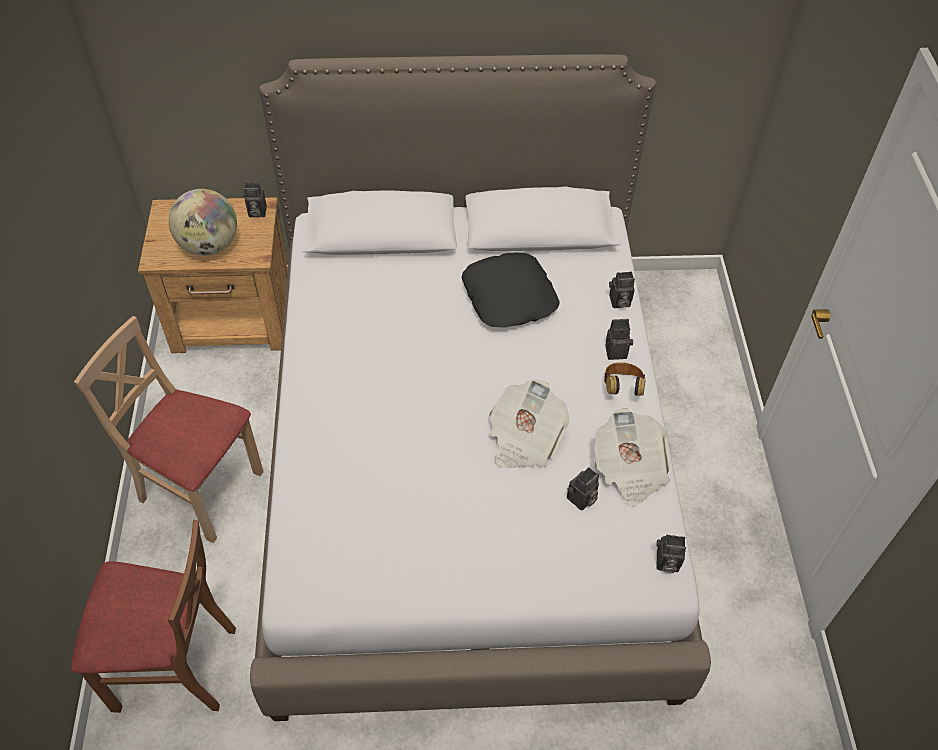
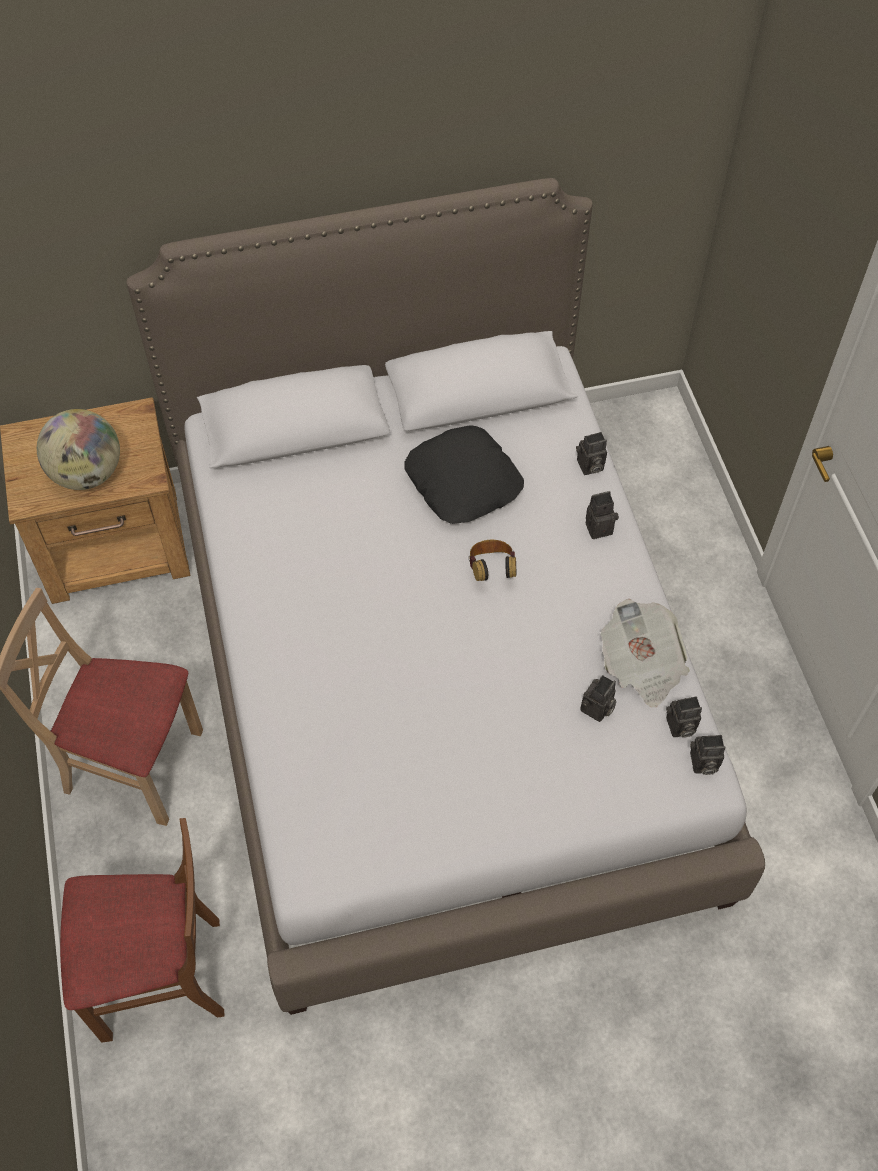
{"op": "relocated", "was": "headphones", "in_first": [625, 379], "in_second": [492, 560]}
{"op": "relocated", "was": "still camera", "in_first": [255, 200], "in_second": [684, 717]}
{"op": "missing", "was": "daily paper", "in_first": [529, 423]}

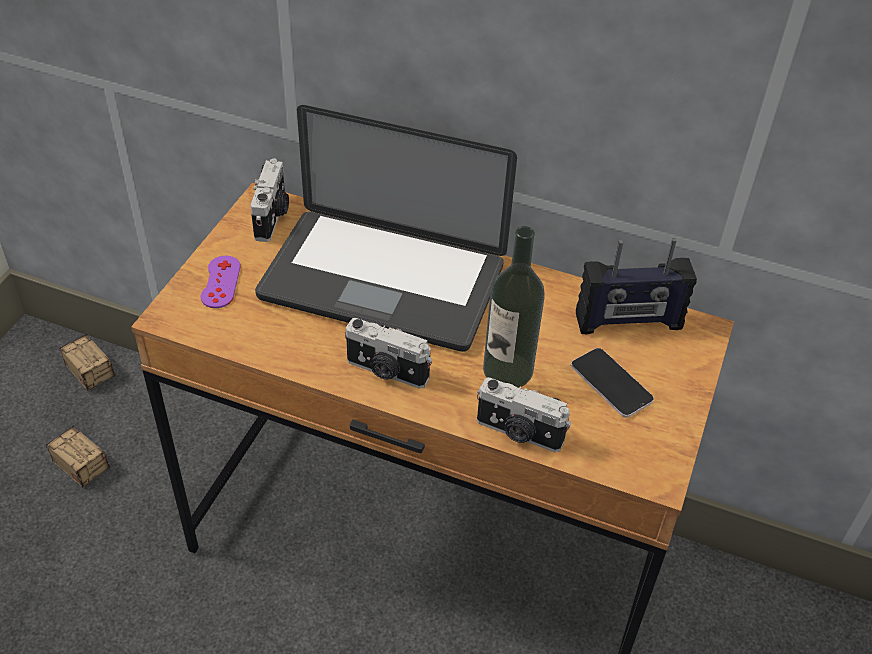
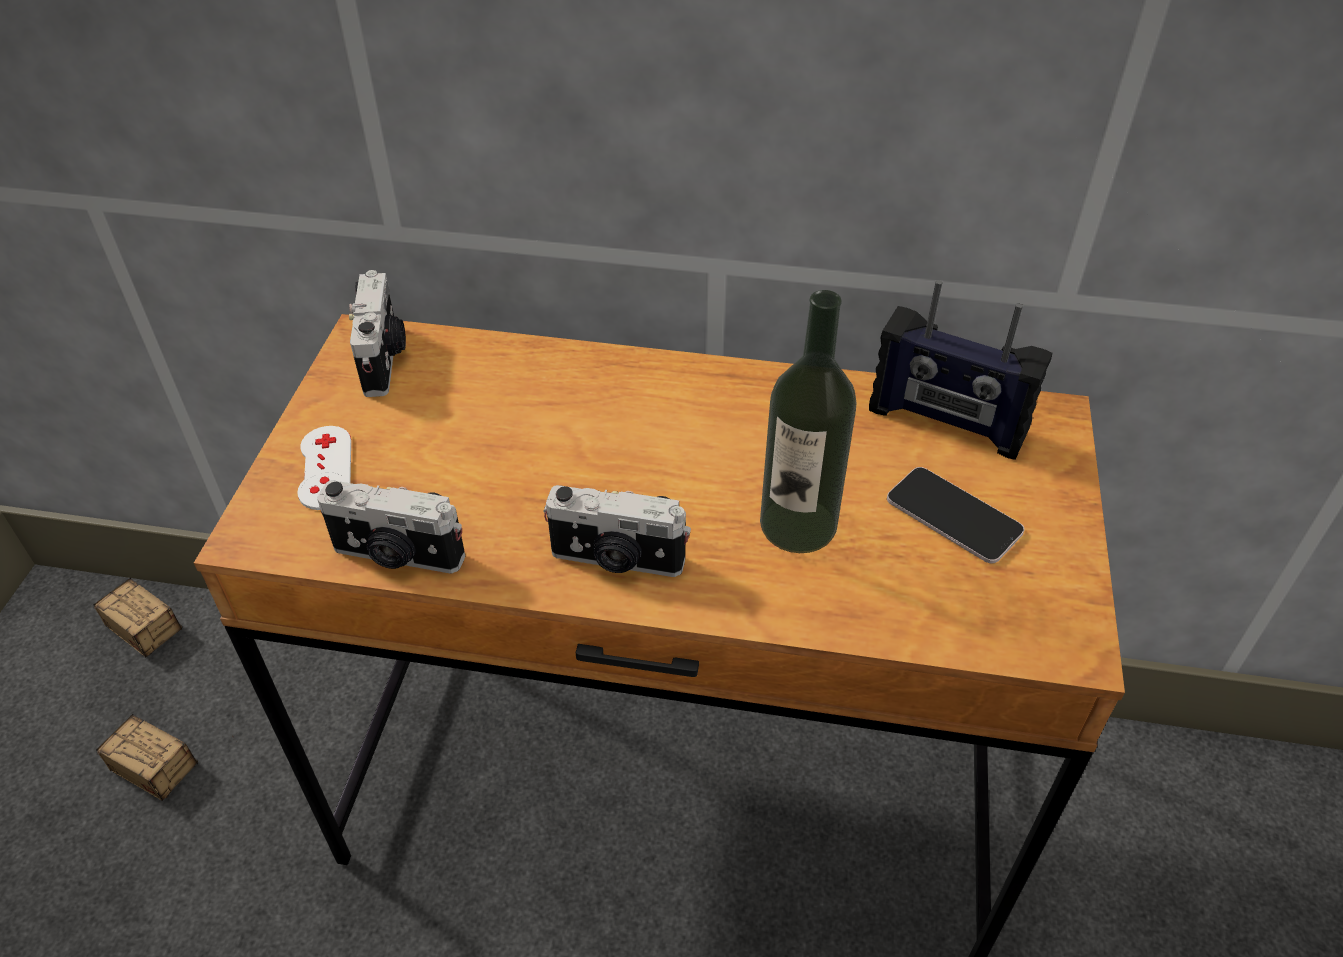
{"op": "colour", "was": "game controller (purplish)", "now": "game controller (white)", "in_first": [221, 282], "in_second": [324, 468]}
{"op": "relocated", "was": "still camera", "in_first": [524, 414], "in_second": [391, 527]}
{"op": "spun", "was": "radio", "in_first": [636, 286], "in_second": [960, 370], "clockwise": 45}
{"op": "missing", "was": "notebook computer", "in_first": [386, 228]}

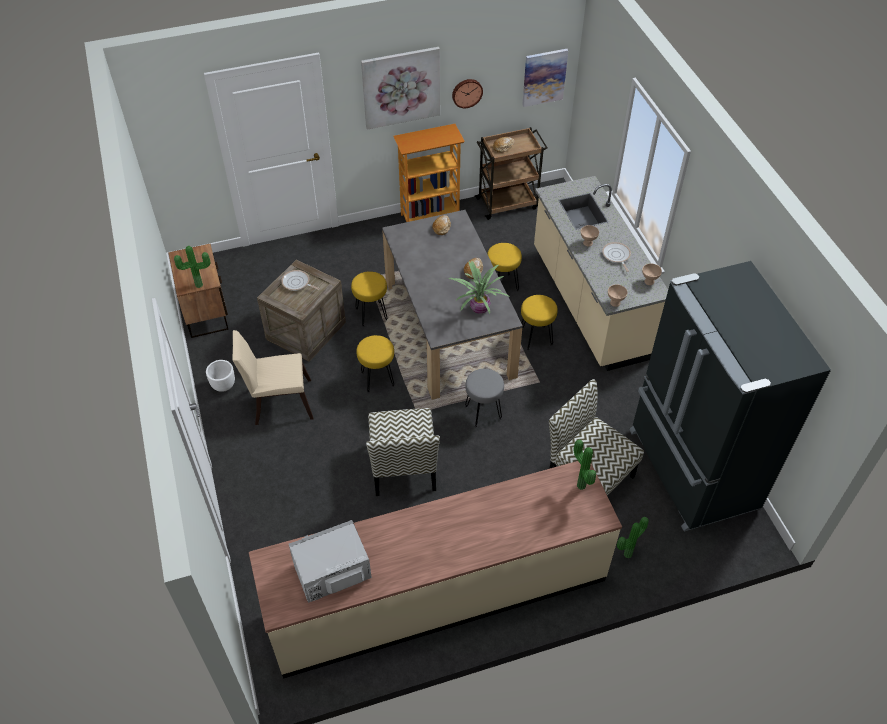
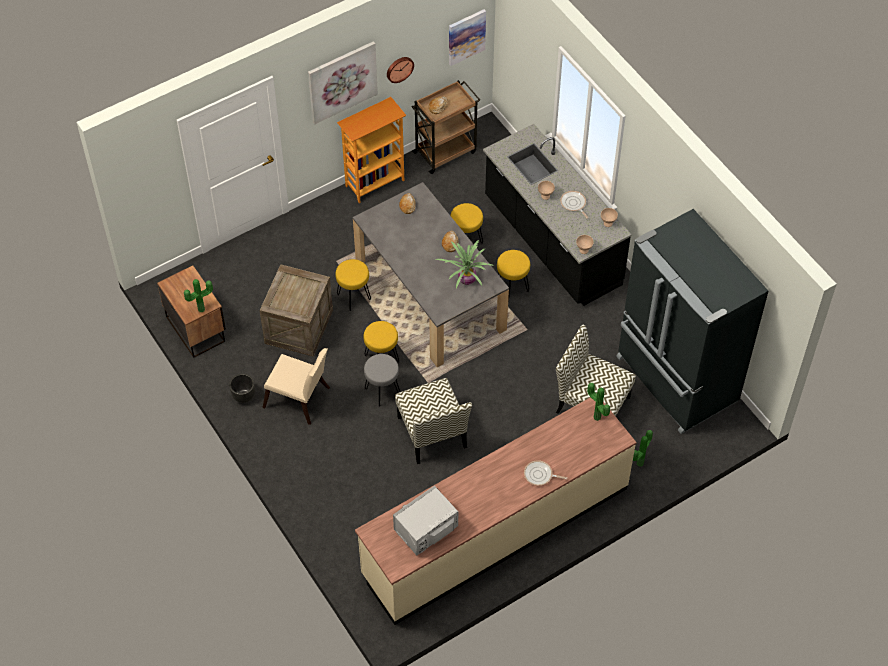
{"op": "colour", "was": "planter (white)", "now": "planter (black)", "in_first": [220, 376], "in_second": [242, 388]}
{"op": "spun", "was": "plain chair (beige)", "in_first": [272, 377], "in_second": [296, 386], "clockwise": -135}
{"op": "relocated", "was": "sitting stool (greyish)", "in_first": [484, 398], "in_second": [382, 380]}
{"op": "colour", "was": "kitchen counter (beige)", "now": "kitchen counter (black)", "in_first": [601, 273], "in_second": [557, 215]}
{"op": "relocated", "was": "frying pan", "in_first": [300, 280], "in_second": [545, 473]}

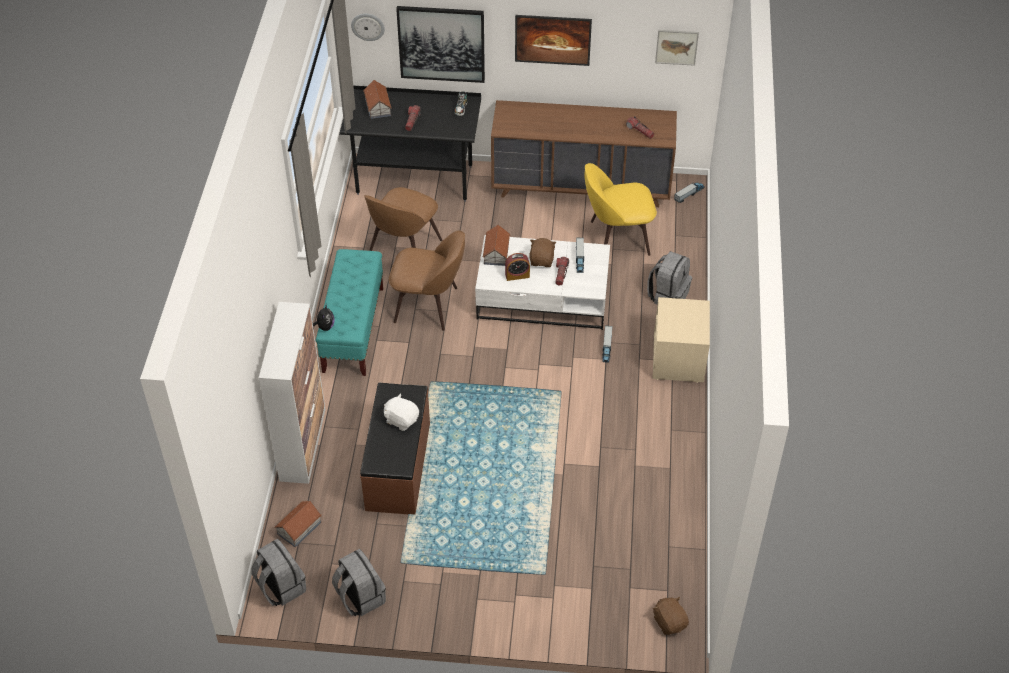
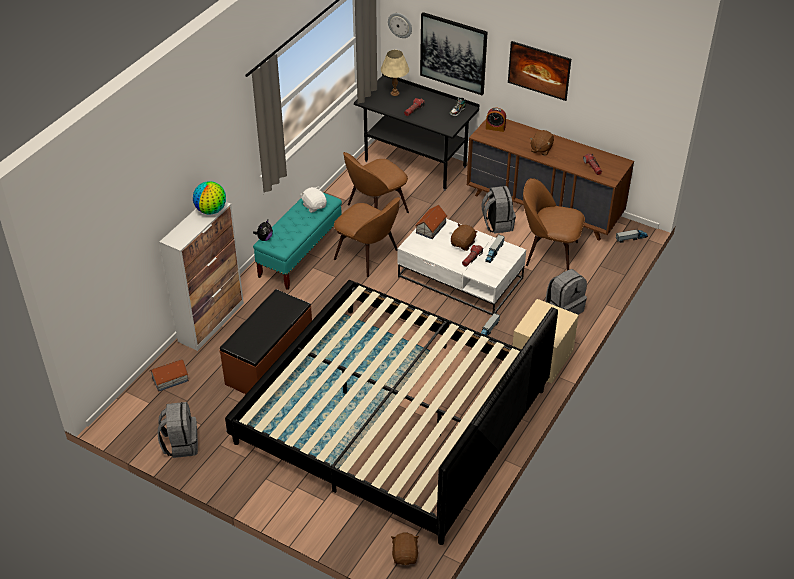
{"op": "appeared", "now": "world globe", "in_second": [209, 198]}
{"op": "appeared", "now": "sleeping bed", "in_second": [391, 412]}
{"op": "relocated", "was": "cuddly toy (white)", "in_first": [401, 412], "in_second": [313, 199]}
{"op": "exchanged", "was": "miniature house", "now": "lamp for a table (beige)", "in_first": [377, 99], "in_second": [395, 73]}
{"op": "relocated", "was": "knapsack (greyish)", "in_first": [279, 572], "in_second": [498, 210]}
{"op": "relocated", "was": "bedside clock", "in_first": [517, 267], "in_second": [496, 120]}
{"op": "colour", "was": "plain chair (yellow-coloured)", "now": "plain chair (brown)", "in_first": [620, 209], "in_second": [554, 224]}
{"op": "appeared", "now": "cuddly toy (brown)", "in_second": [542, 143]}
{"op": "missing", "was": "picture", "in_first": [677, 48]}

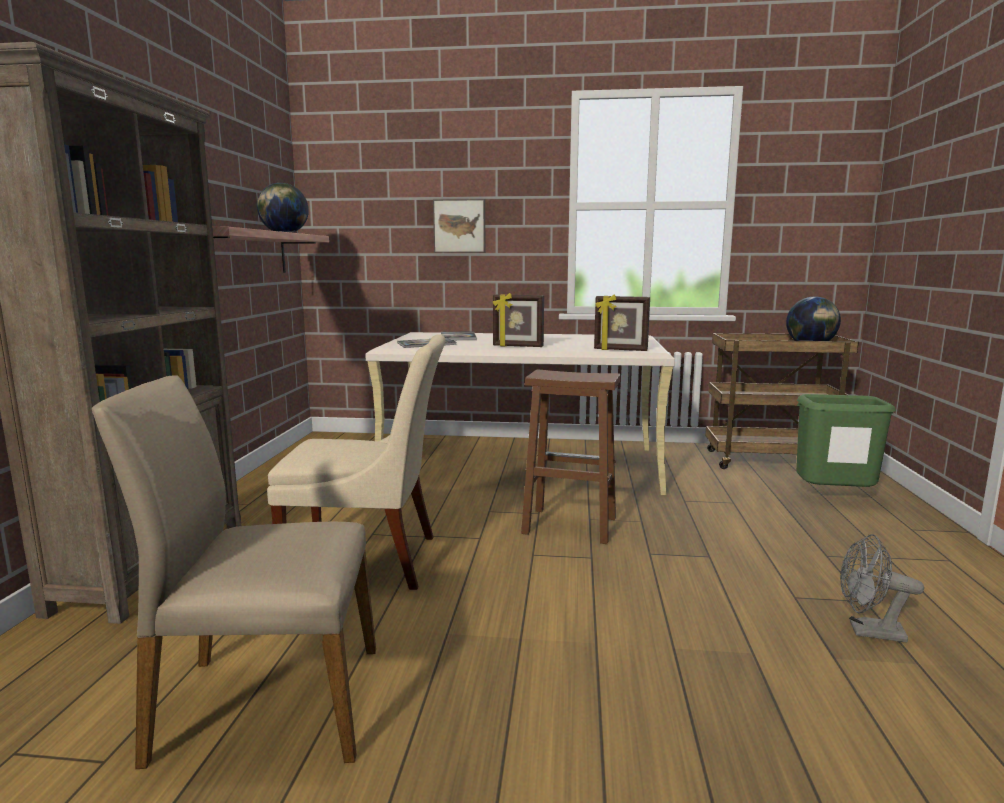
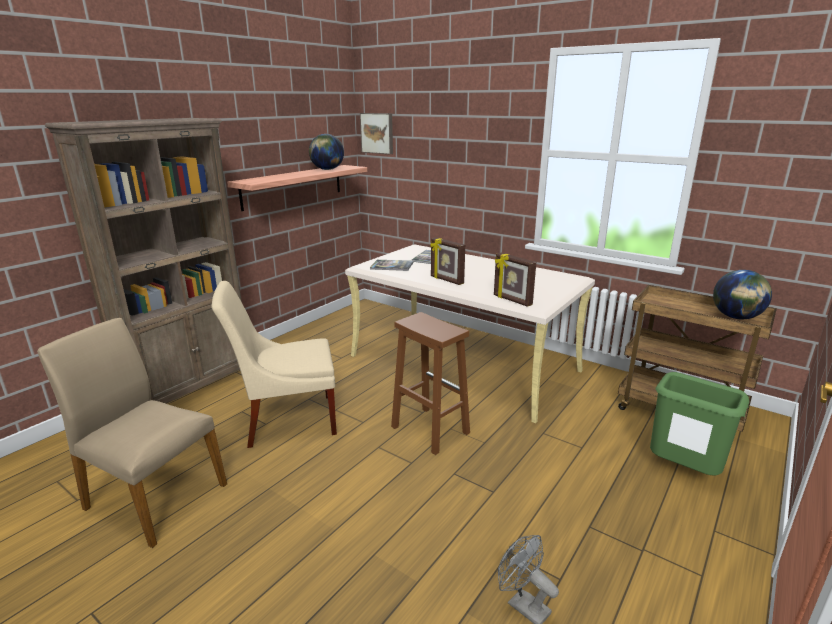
{"op": "spun", "was": "plain chair (beige)", "in_first": [356, 462], "in_second": [274, 364], "clockwise": 135}
{"op": "relocated", "was": "picture", "in_first": [459, 226], "in_second": [376, 133]}

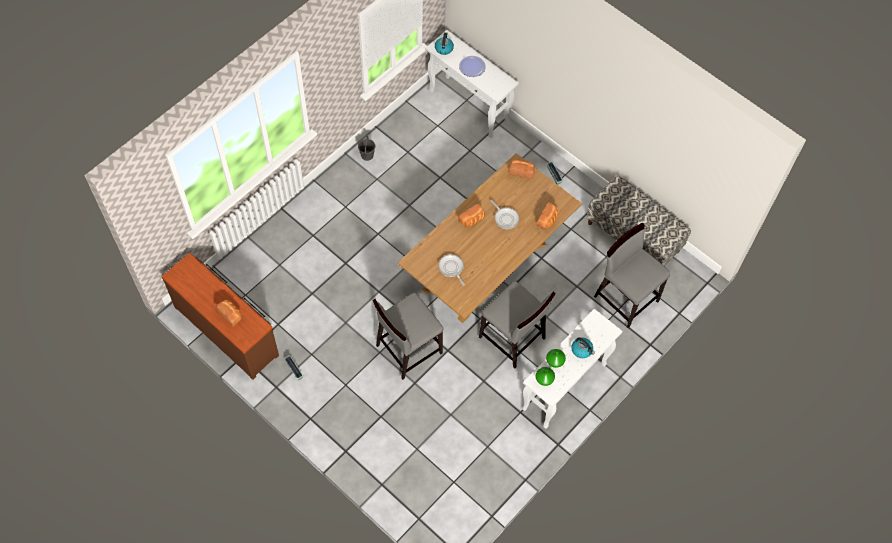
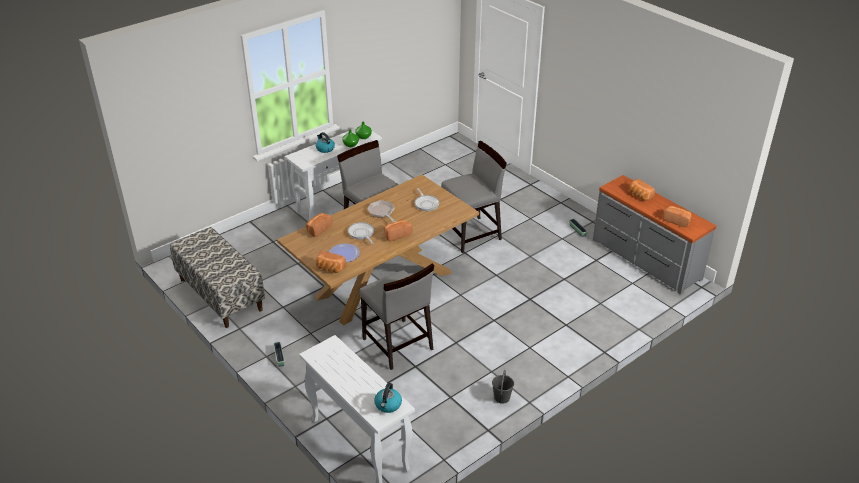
{"op": "relocated", "was": "dinner plate", "in_first": [472, 66], "in_second": [344, 253]}
{"op": "relocated", "was": "plain chair (greyish)", "in_first": [632, 275], "in_second": [397, 316]}
{"op": "appeared", "now": "frying pan", "in_second": [382, 211]}
{"op": "colour", "was": "dresser (brown)", "now": "dresser (greyish)", "in_first": [220, 316], "in_second": [654, 234]}
{"op": "appeared", "now": "bread", "in_second": [677, 216]}

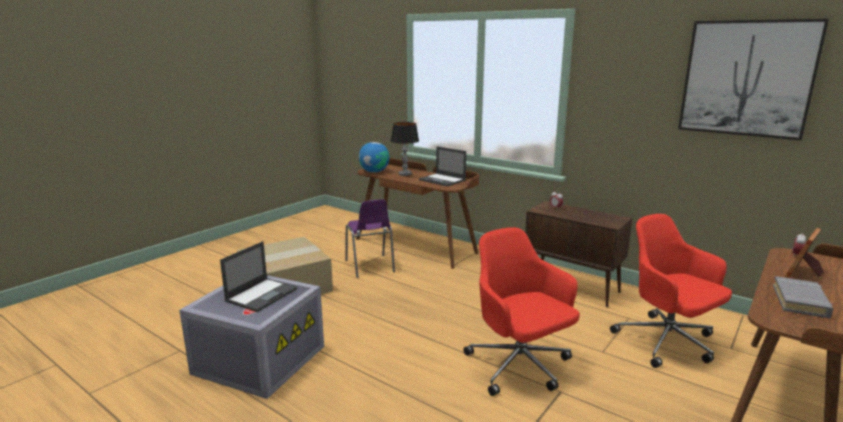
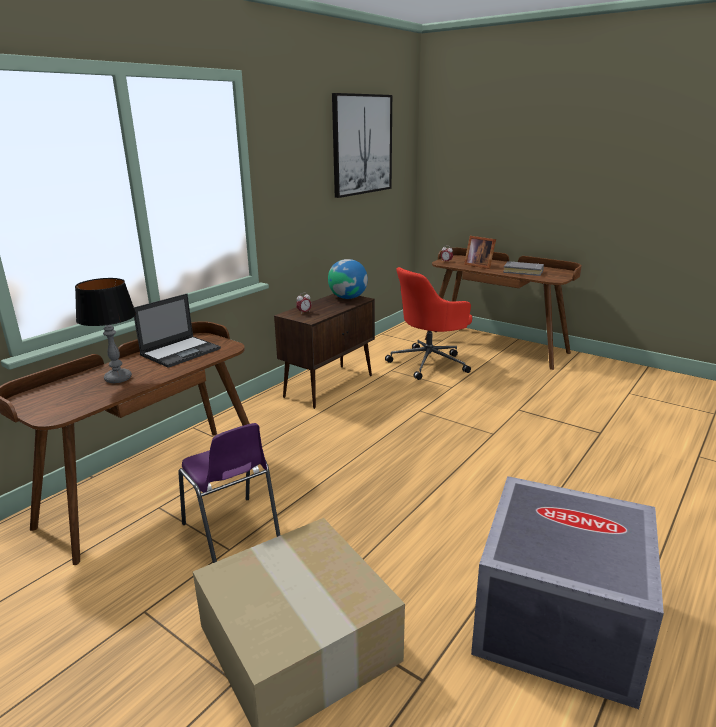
{"op": "spun", "was": "plain chair (purplish)", "in_first": [370, 239], "in_second": [229, 493], "clockwise": 75}
{"op": "relocated", "was": "world globe", "in_first": [374, 157], "in_second": [348, 279]}
{"op": "missing", "was": "notebook computer", "in_first": [258, 276]}
{"op": "missing", "was": "office chair (red-coloured)", "in_first": [521, 311]}

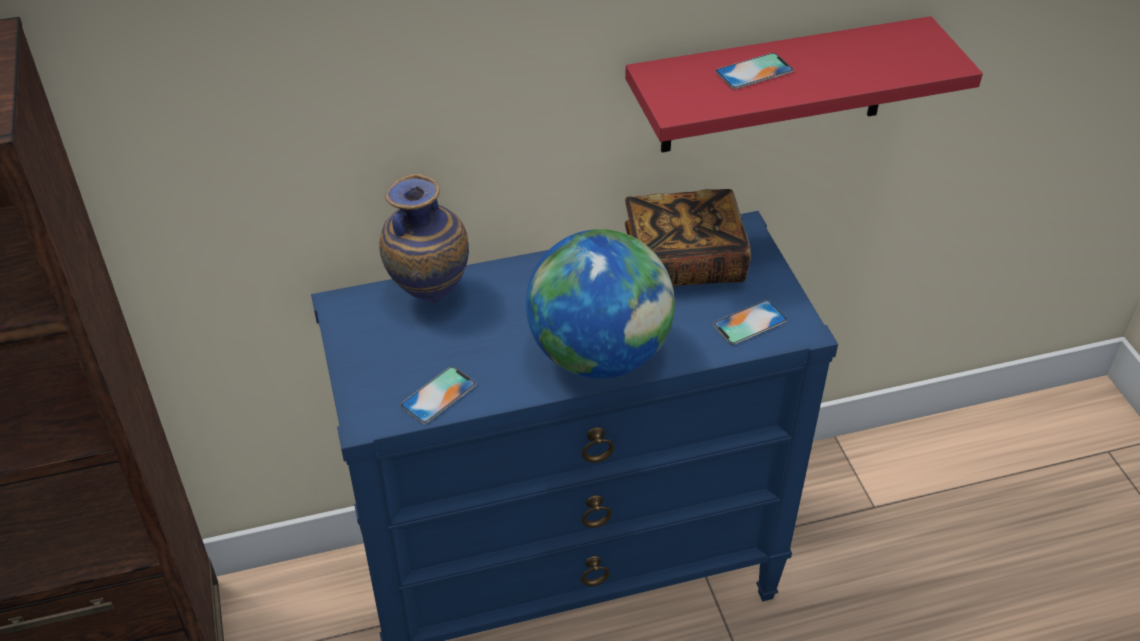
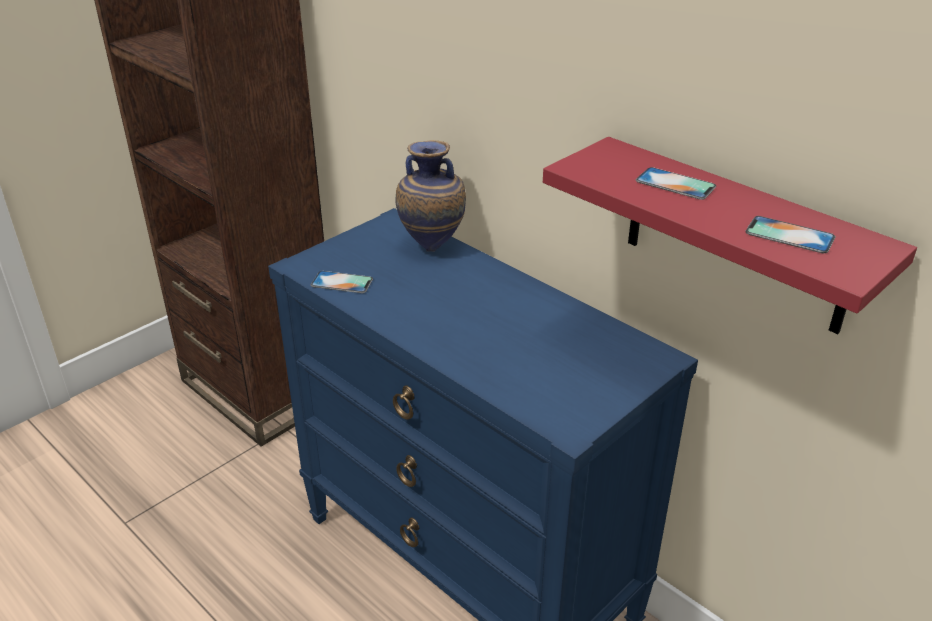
{"op": "relocated", "was": "handset", "in_first": [750, 322], "in_second": [790, 234]}
{"op": "missing", "was": "world globe", "in_first": [600, 303]}
{"op": "missing", "was": "book", "in_first": [688, 238]}

